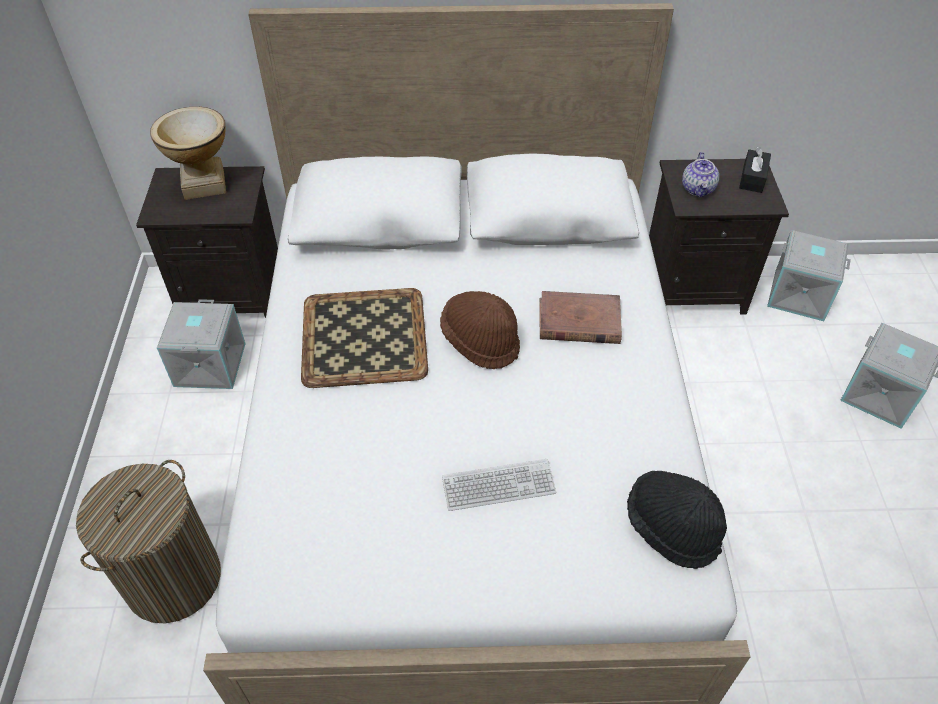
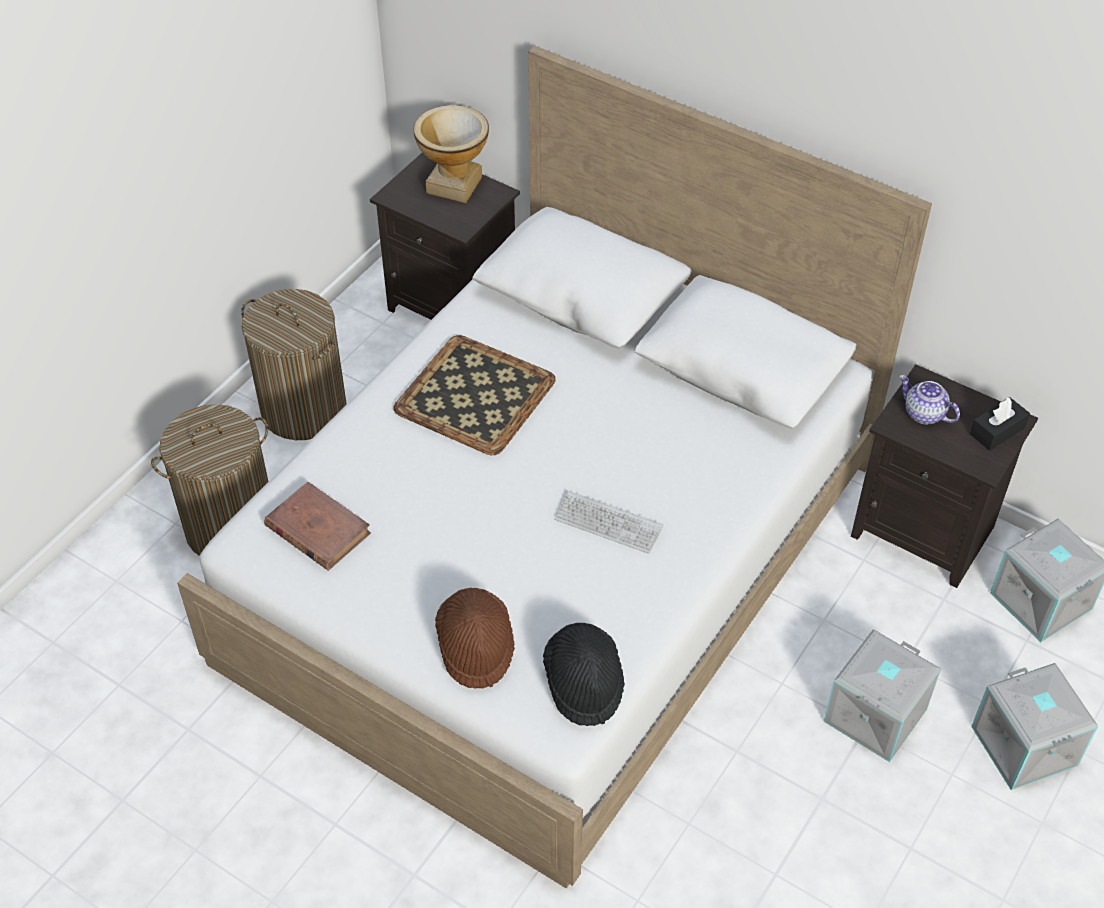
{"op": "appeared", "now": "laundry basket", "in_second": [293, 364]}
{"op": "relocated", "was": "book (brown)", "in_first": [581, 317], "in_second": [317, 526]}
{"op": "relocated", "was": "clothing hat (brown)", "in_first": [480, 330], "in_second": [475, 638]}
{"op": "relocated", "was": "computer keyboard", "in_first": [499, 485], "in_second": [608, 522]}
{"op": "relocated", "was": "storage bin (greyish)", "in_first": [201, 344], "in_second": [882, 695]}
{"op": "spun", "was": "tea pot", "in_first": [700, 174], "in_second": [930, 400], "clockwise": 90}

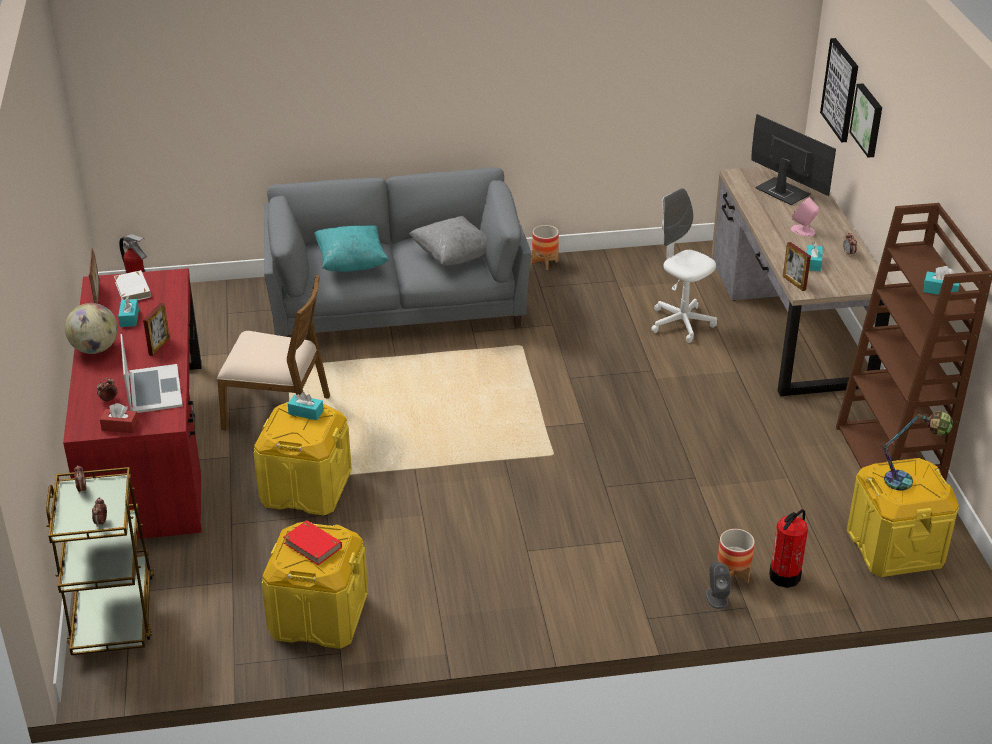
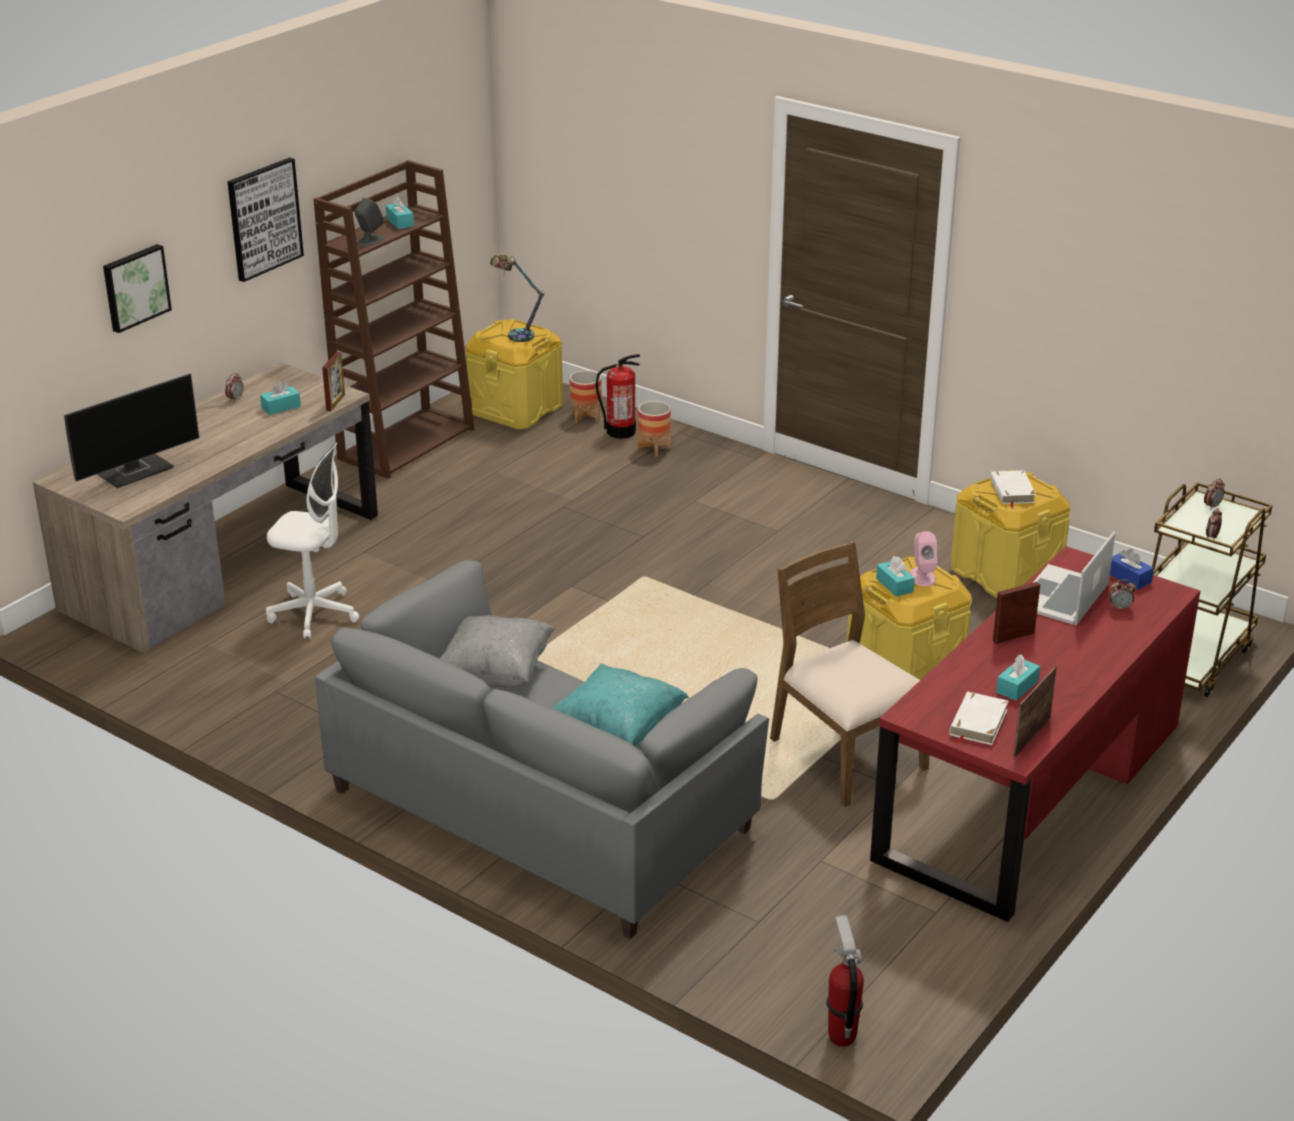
{"op": "spun", "was": "monitor", "in_first": [793, 159], "in_second": [131, 431], "clockwise": -135}
{"op": "relocated", "was": "picture", "in_first": [839, 90], "in_second": [265, 219]}
{"op": "spun", "was": "office chair (white)", "in_first": [684, 265], "in_second": [312, 540], "clockwise": -75}
{"op": "relocated", "was": "loudspeaker (greyish)", "in_first": [718, 585], "in_second": [369, 222]}
{"op": "relocated", "was": "planter", "in_first": [545, 247], "in_second": [586, 397]}
{"op": "relocated", "was": "loudspeaker (pinkish)", "in_first": [805, 217], "in_second": [924, 558]}
{"op": "colour", "was": "book (red-coloured)", "now": "book (white)", "in_first": [312, 542], "in_second": [1013, 489]}
{"op": "colour", "was": "tissue box (red-coloured)", "now": "tissue box (blue)", "in_first": [119, 418], "in_second": [1132, 569]}
{"op": "missing", "was": "world globe", "in_first": [91, 328]}

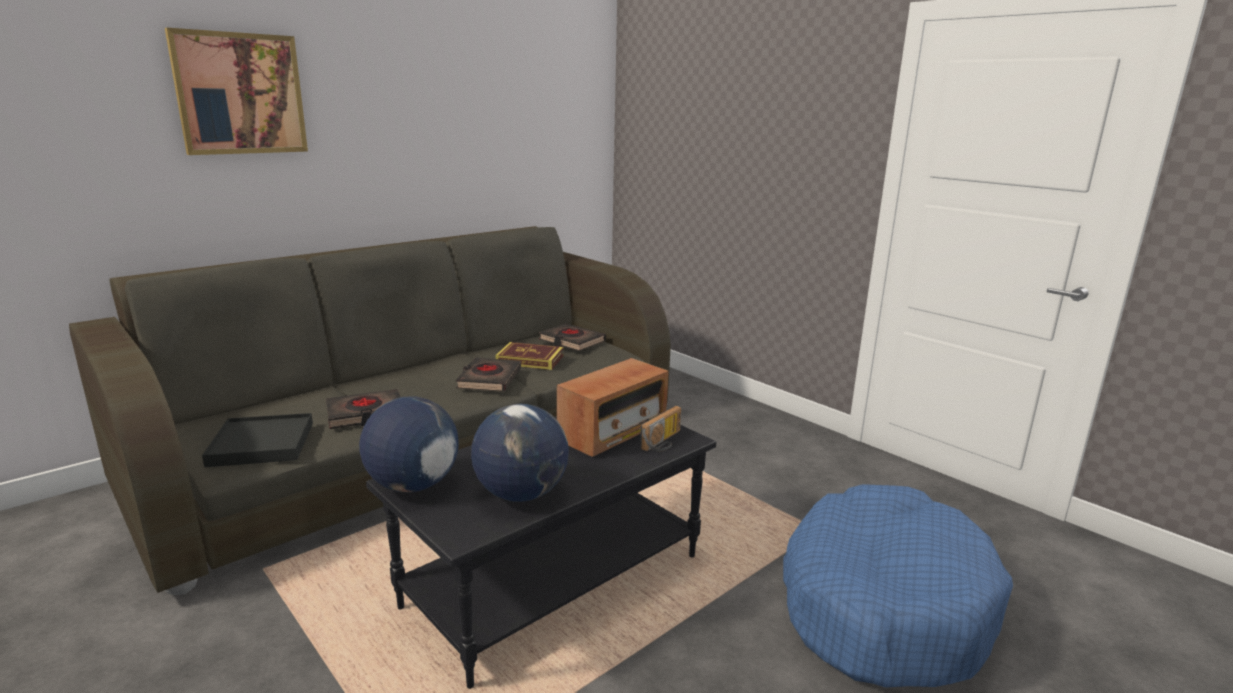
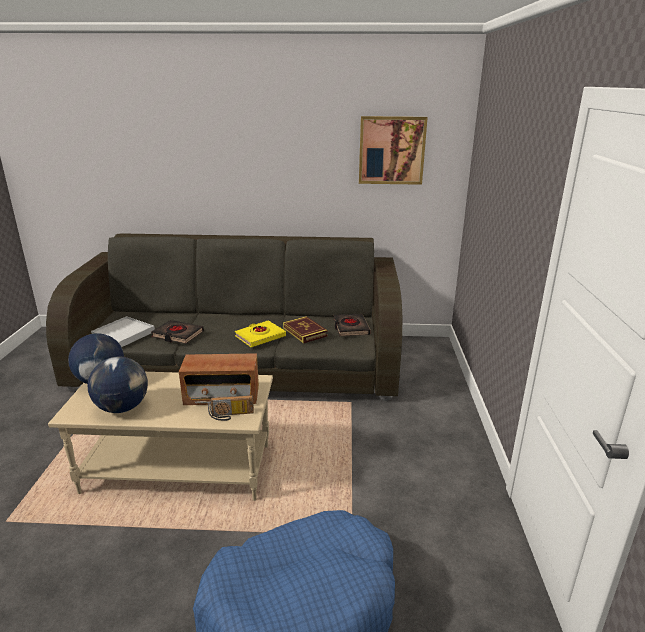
{"op": "colour", "was": "coffee table (black)", "now": "coffee table (beige)", "in_first": [541, 552], "in_second": [160, 436]}
{"op": "colour", "was": "carrying tray (black)", "now": "carrying tray (white)", "in_first": [257, 440], "in_second": [123, 331]}
{"op": "colour", "was": "book (black)", "now": "book (yellow-coloured)", "in_first": [488, 375], "in_second": [260, 333]}
{"op": "relocated", "was": "picture", "in_first": [236, 91], "in_second": [393, 150]}

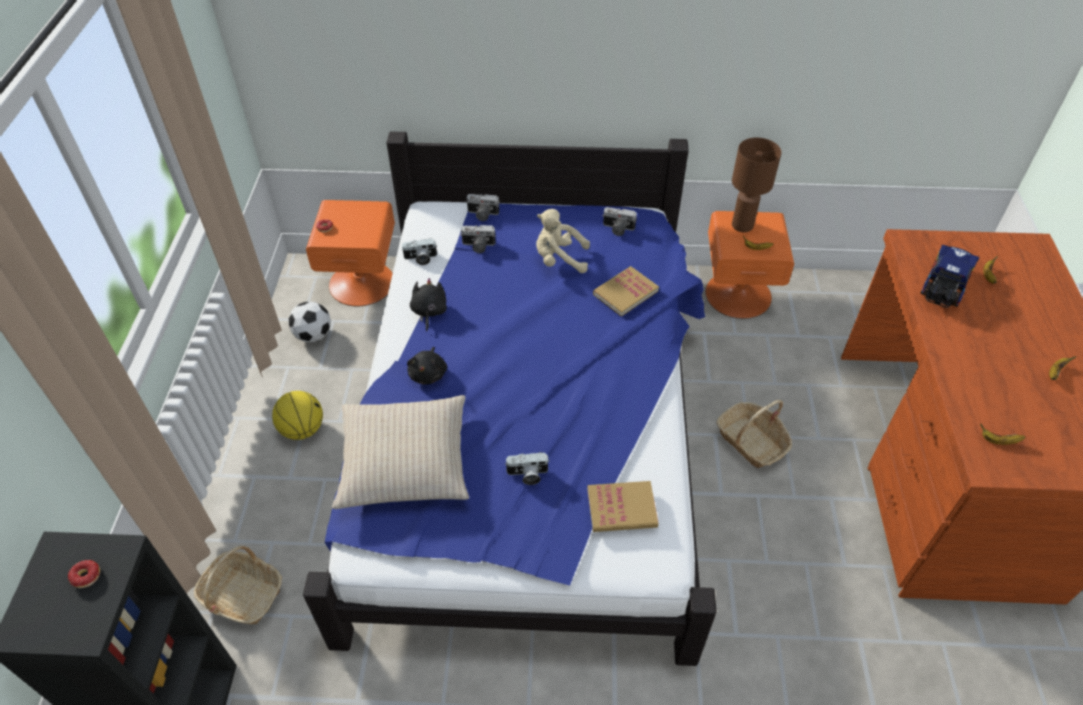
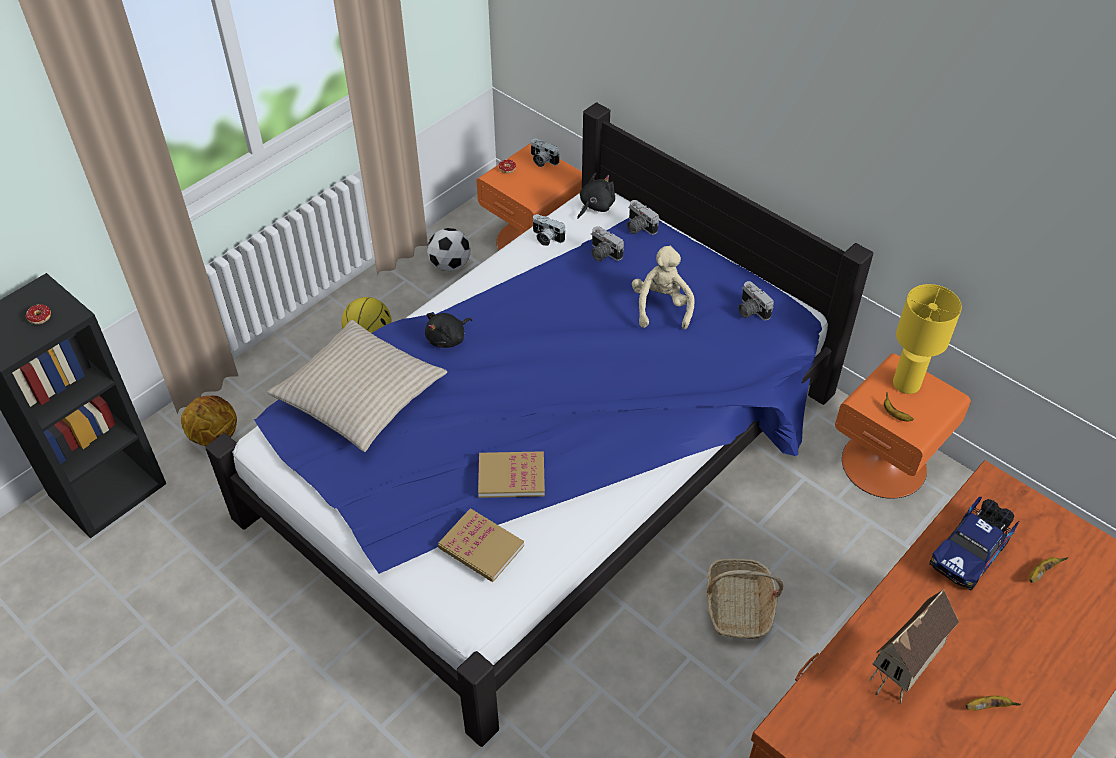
{"op": "exchanged", "was": "storage basket", "now": "ball for basketball", "in_first": [238, 585], "in_second": [209, 421]}
{"op": "relocated", "was": "book", "in_first": [626, 291], "in_second": [511, 474]}
{"op": "relocated", "was": "still camera", "in_first": [527, 468], "in_second": [545, 152]}
{"op": "relocated", "was": "cuddly toy (black)", "in_first": [428, 304], "in_second": [596, 195]}
{"op": "spun", "was": "cuddly toy (beige)", "in_first": [563, 241], "in_second": [663, 287], "clockwise": 45}
{"op": "appeared", "now": "miniature house", "in_second": [914, 646]}
{"op": "colour", "was": "lamp for a table (brown)", "now": "lamp for a table (yellow-coloured)", "in_first": [757, 185], "in_second": [927, 339]}
{"op": "spun", "was": "toy truck", "in_first": [949, 276], "in_second": [974, 544], "clockwise": 150}
{"op": "missing", "was": "banana", "in_first": [1002, 434]}

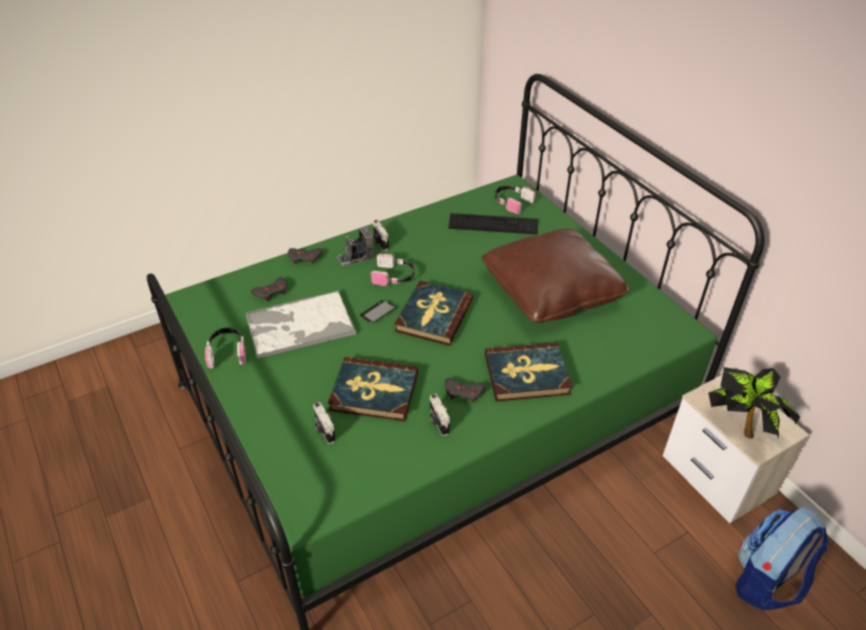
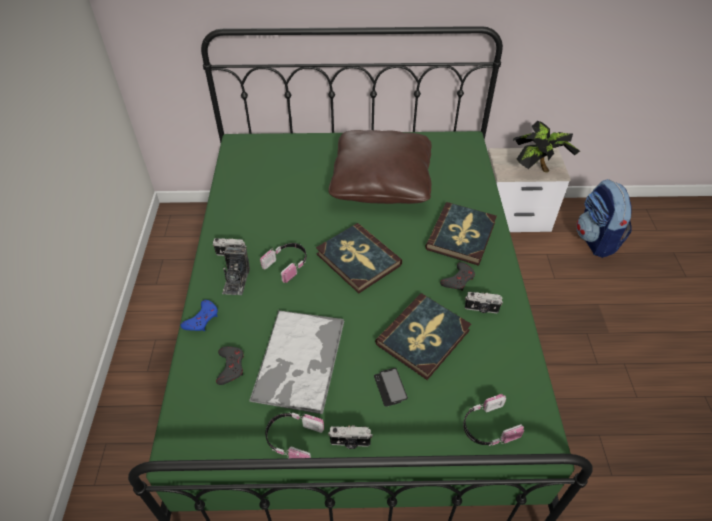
{"op": "colour", "was": "game controller (greyish)", "now": "game controller (blue)", "in_first": [305, 256], "in_second": [199, 315]}
{"op": "relocated", "was": "still camera", "in_first": [324, 423], "in_second": [350, 437]}
{"op": "relocated", "was": "handset", "in_first": [378, 311], "in_second": [391, 387]}
{"op": "relocated", "was": "headphones", "in_first": [515, 200], "in_second": [493, 420]}
{"op": "missing", "was": "computer keyboard", "in_first": [493, 224]}

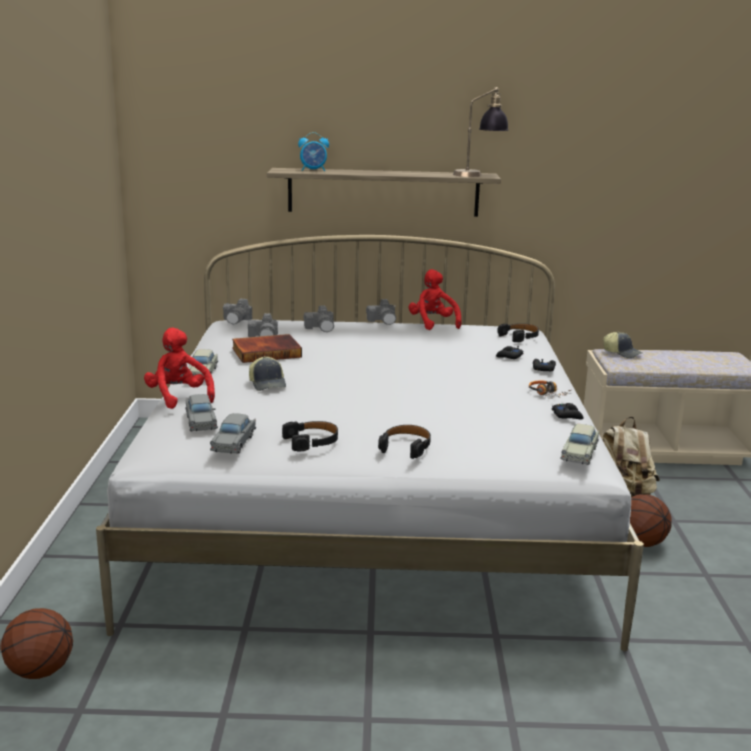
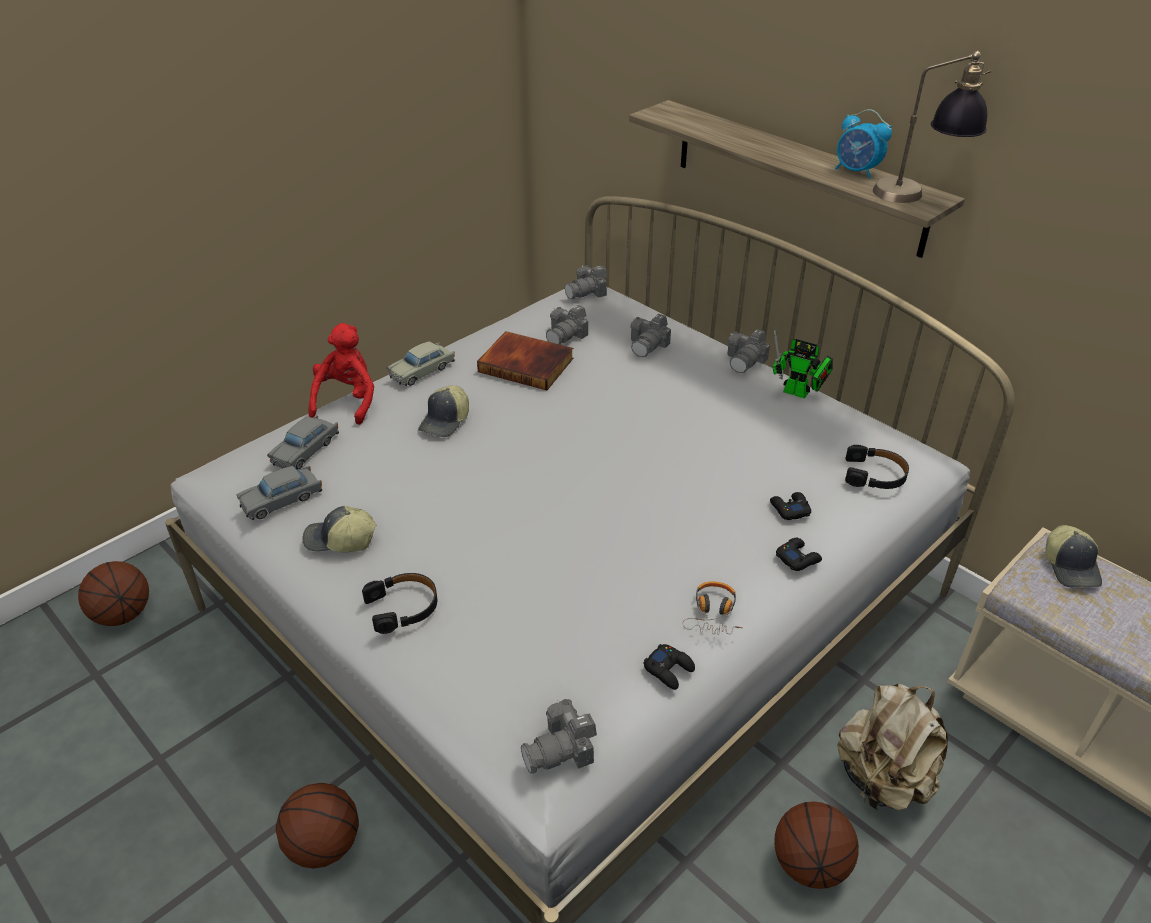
{"op": "appeared", "now": "ball for basketball", "in_second": [317, 826]}
{"op": "exchanged", "was": "headphones (black)", "now": "peaked cap", "in_first": [310, 436], "in_second": [339, 529]}
{"op": "exchanged", "was": "toy car (beige)", "now": "still camera", "in_first": [579, 444], "in_second": [559, 736]}
{"op": "exchanged", "was": "cuddly toy (red-coloured)", "now": "robot figure", "in_first": [435, 299], "in_second": [802, 364]}
{"op": "relocated", "was": "bedside clock", "in_first": [313, 151], "in_second": [863, 144]}

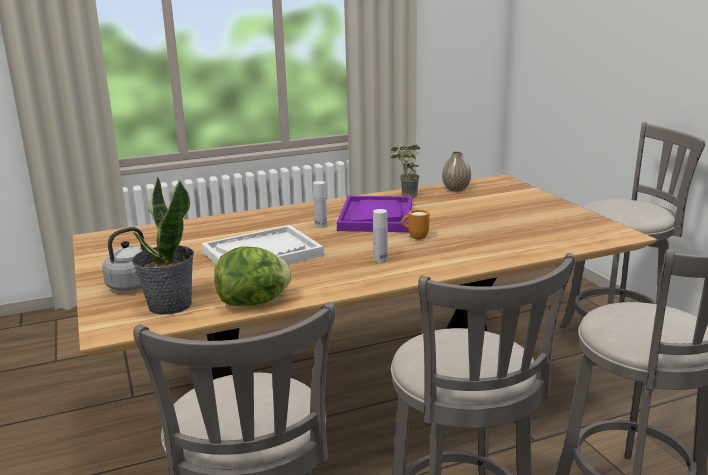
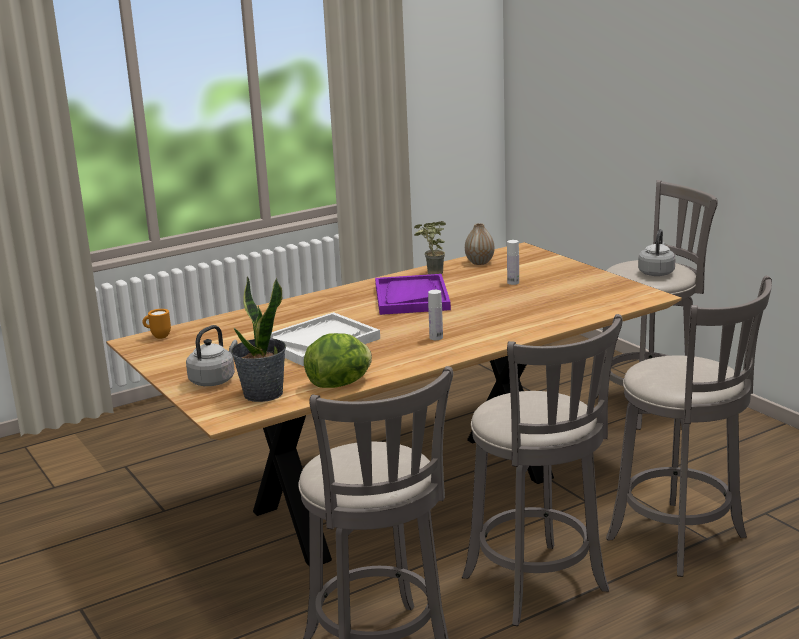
{"op": "relocated", "was": "coffee mug (orange-coloured)", "in_first": [415, 224], "in_second": [156, 324]}
{"op": "relocated", "was": "drink bottle (white)", "in_first": [320, 204], "in_second": [513, 262]}
{"op": "appeared", "now": "kettle (greyish)", "in_second": [656, 252]}

